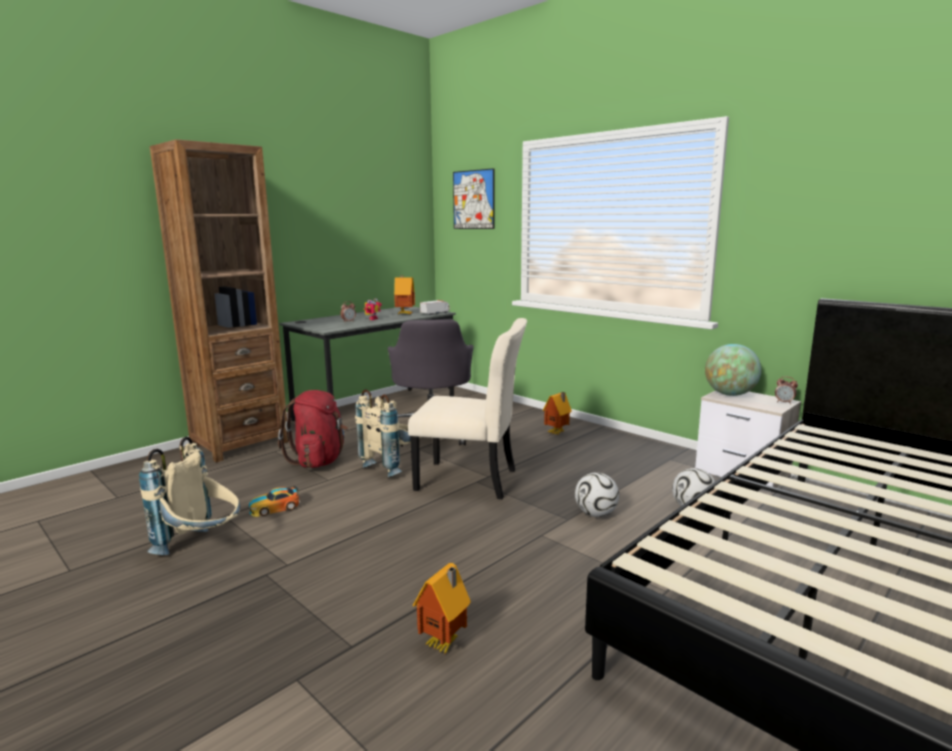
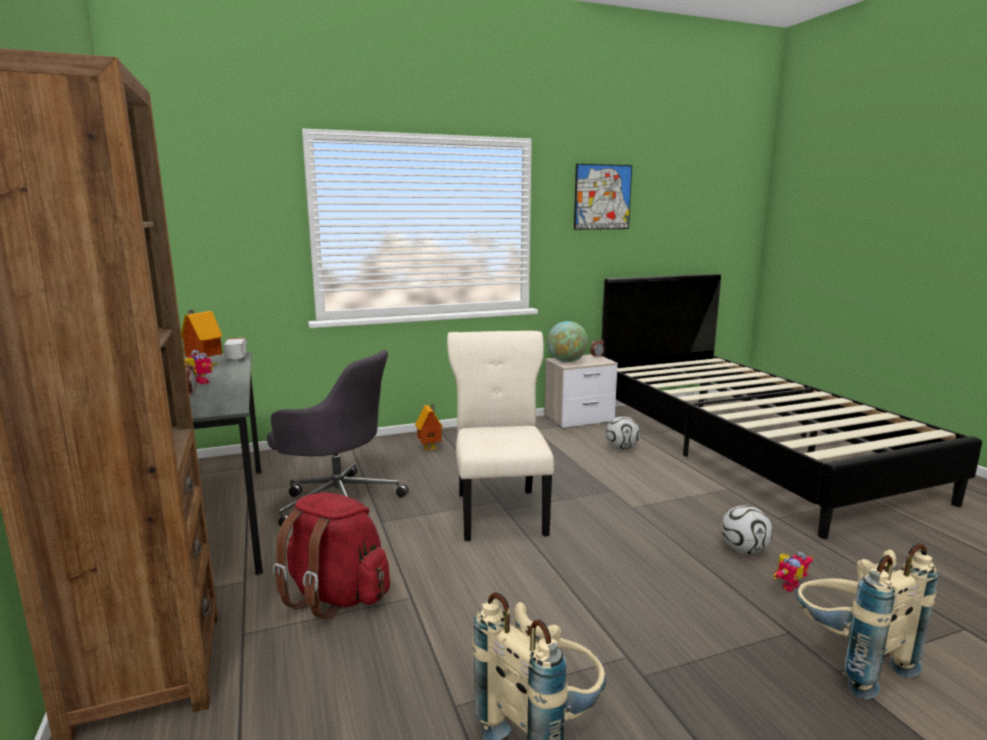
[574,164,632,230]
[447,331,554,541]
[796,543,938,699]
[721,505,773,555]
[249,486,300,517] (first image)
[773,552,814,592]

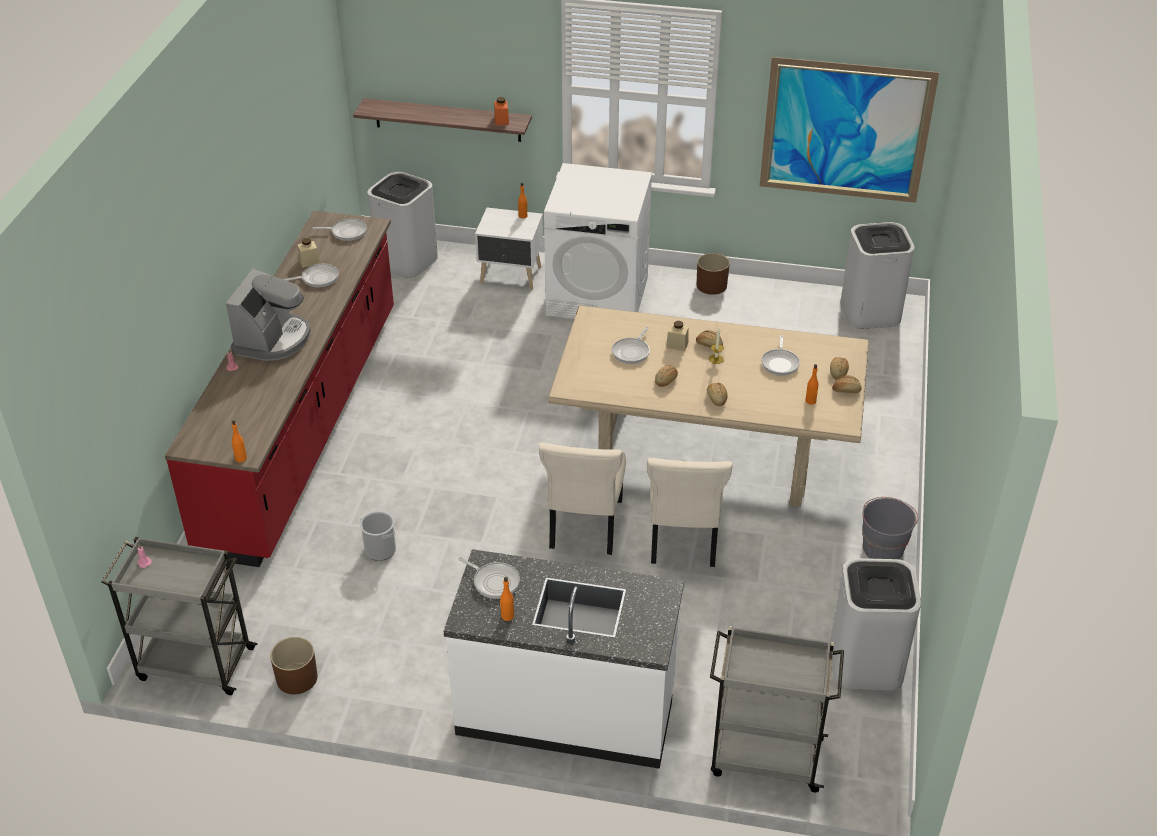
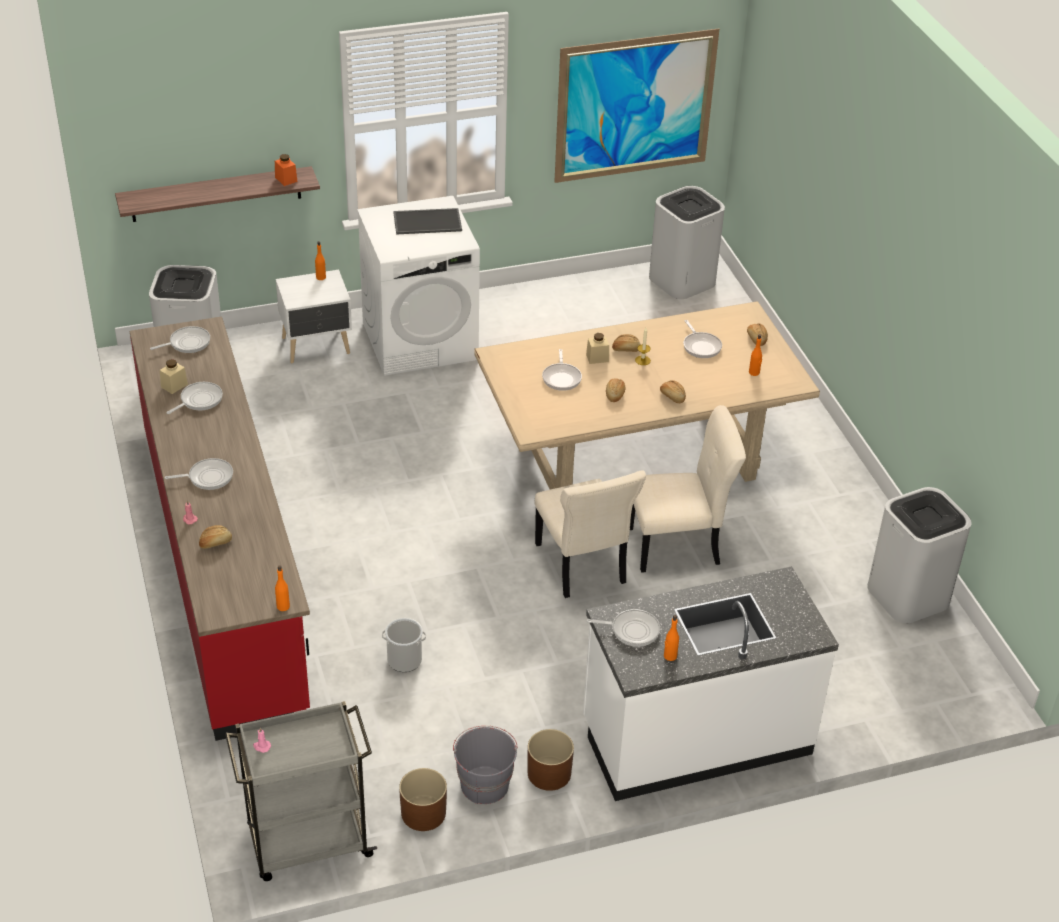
[527,729,574,791]
[165,458,233,490]
[199,525,232,549]
[630,405,746,573]
[453,726,518,804]
[710,626,844,793] (first image)
[393,208,462,234]

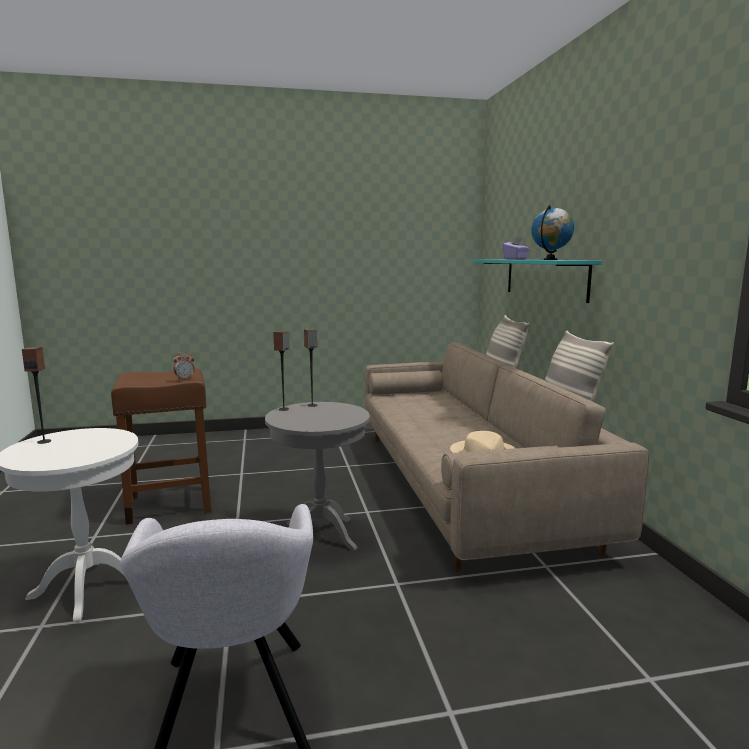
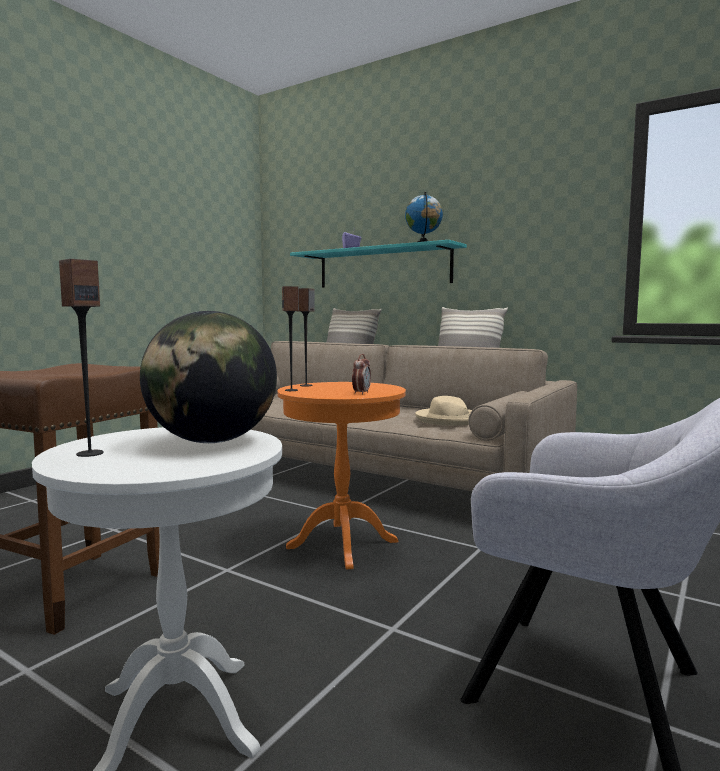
[352,354,371,395]
[277,382,406,569]
[140,311,277,443]

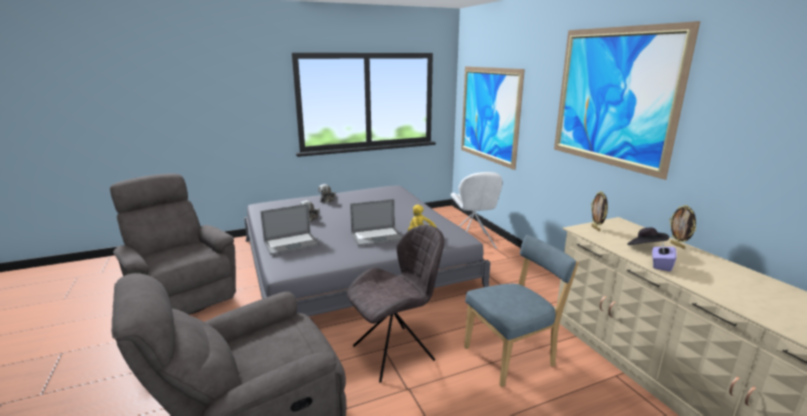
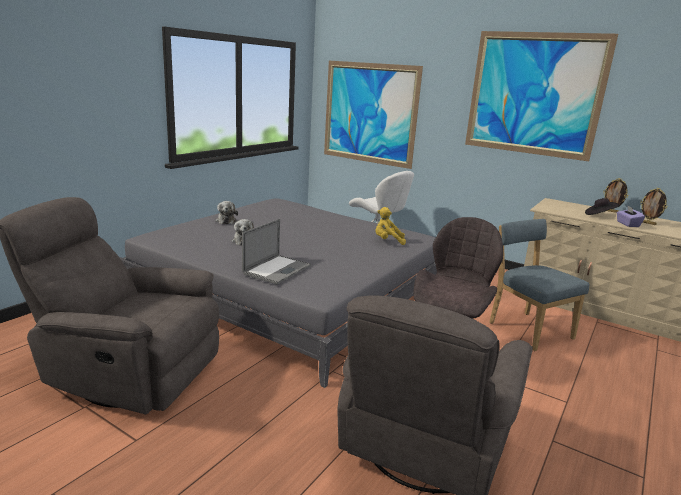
[640,188,667,225]
[350,199,402,246] (first image)
[489,219,590,351]

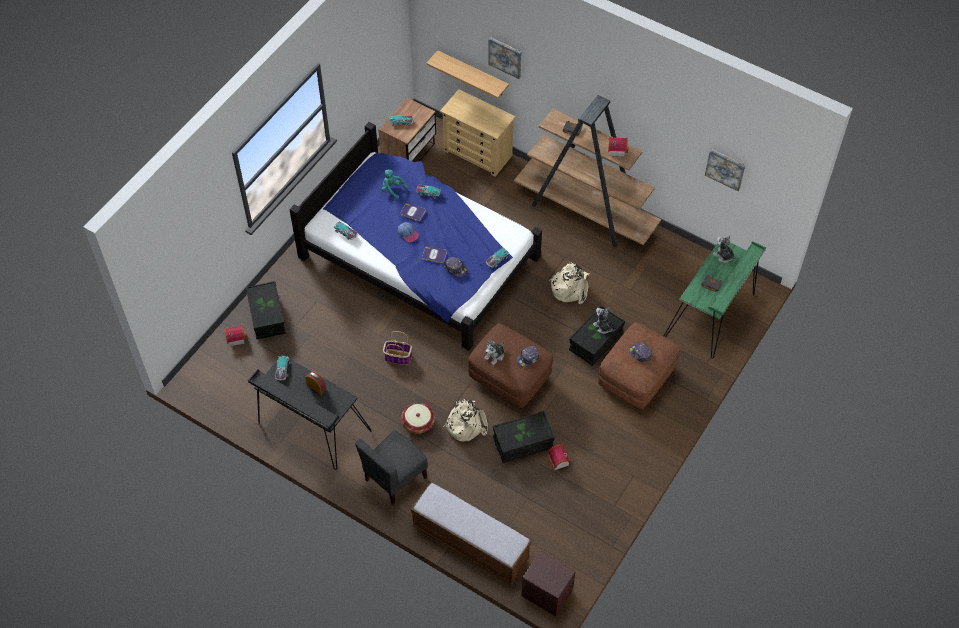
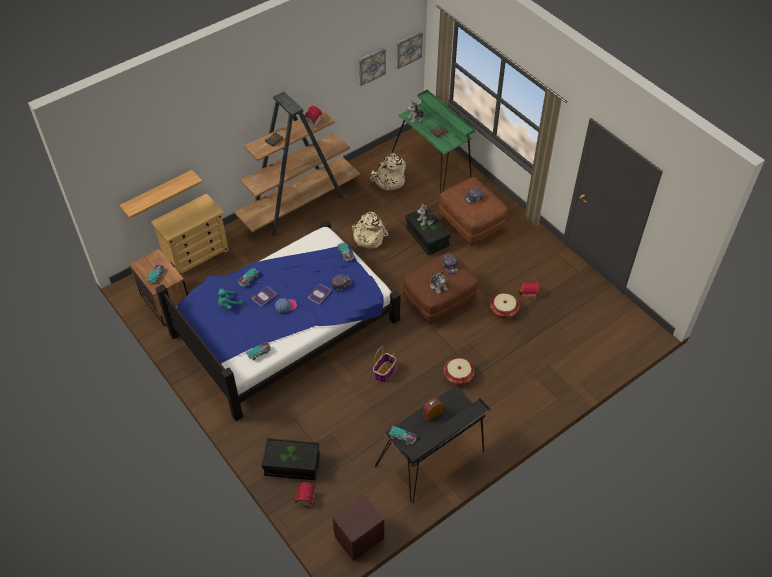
[396,31,423,69]
[370,153,406,190]
[490,293,519,319]
[355,430,428,505] (first image)
[411,483,531,585] (first image)
[333,495,384,561]

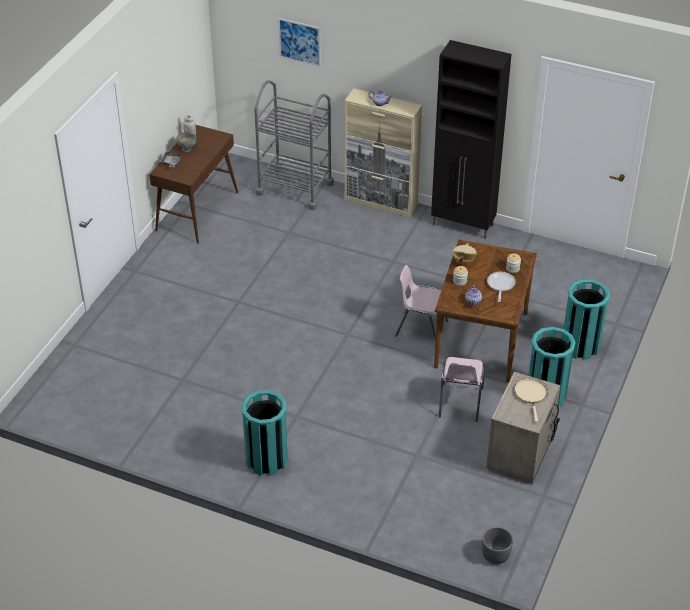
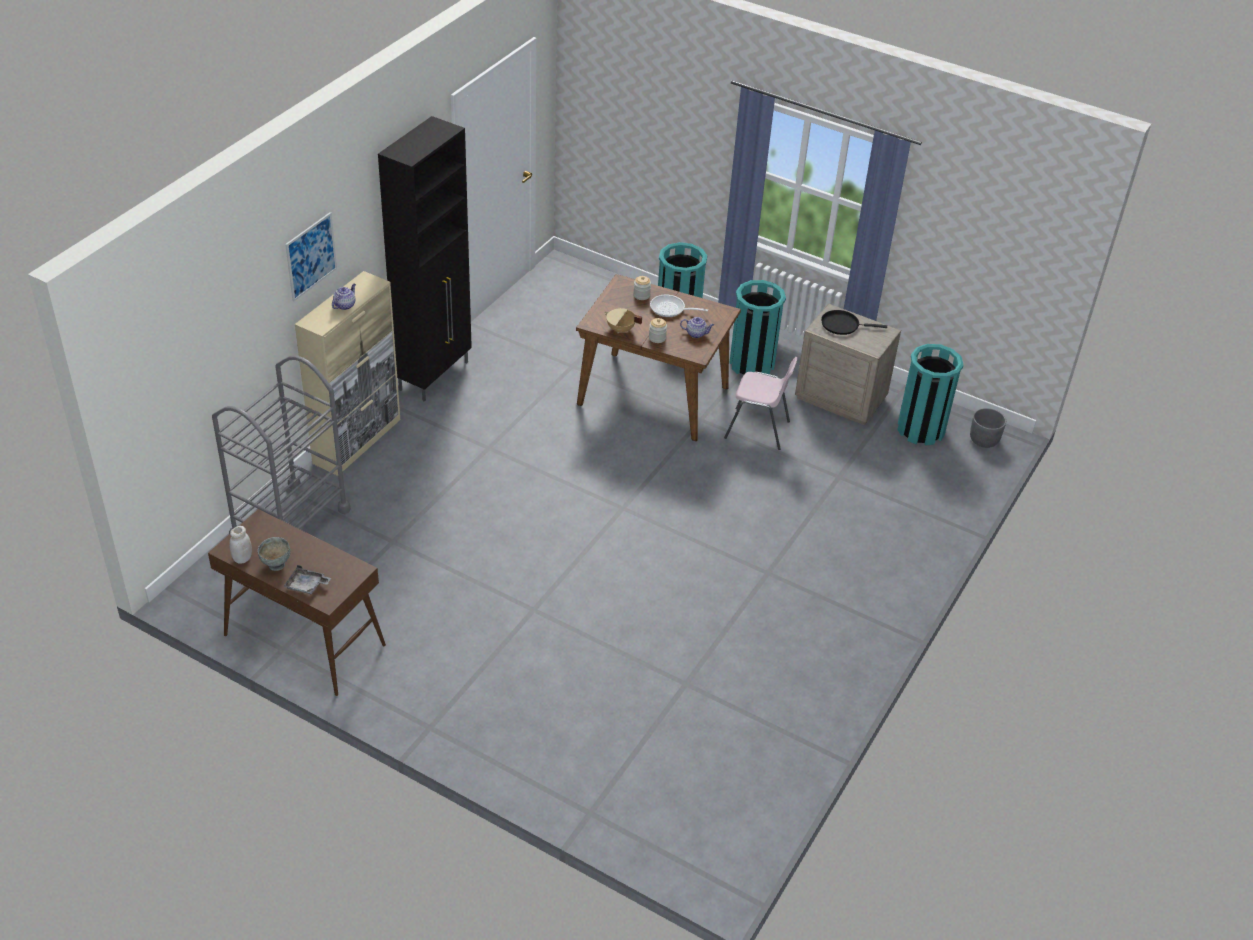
[285,212,337,301]
[395,265,448,341] (first image)
[821,310,887,335]
[897,344,963,446]

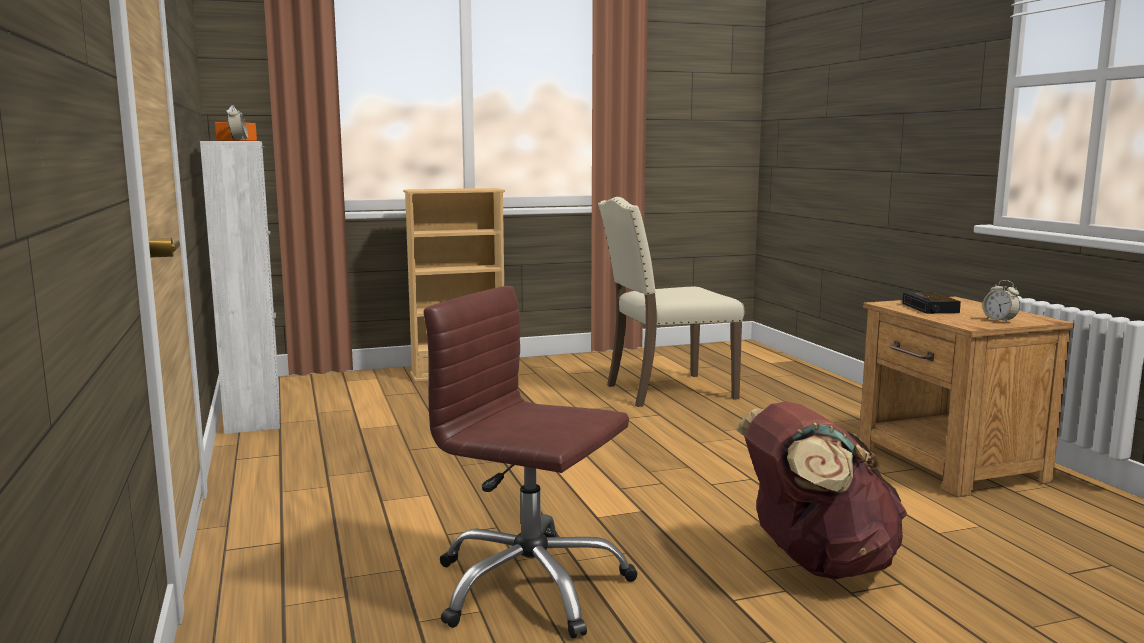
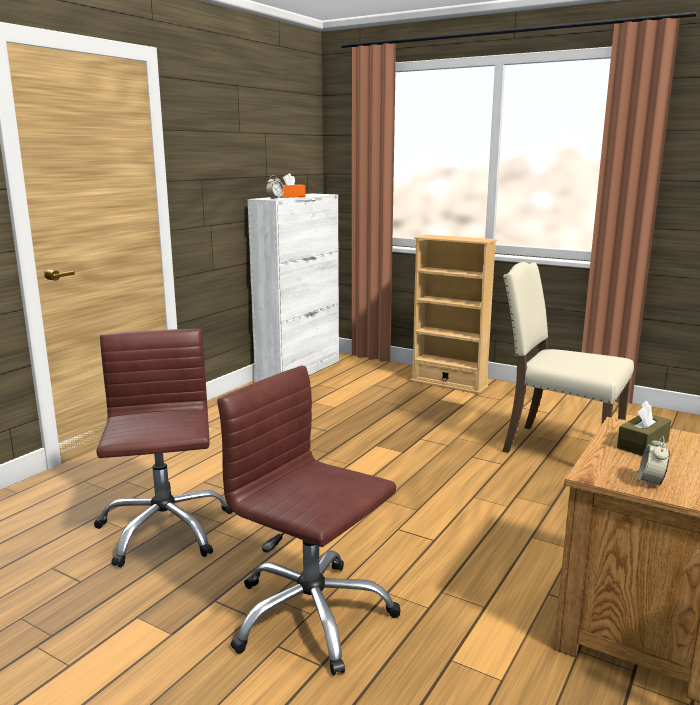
[617,400,671,456]
[217,365,401,675]

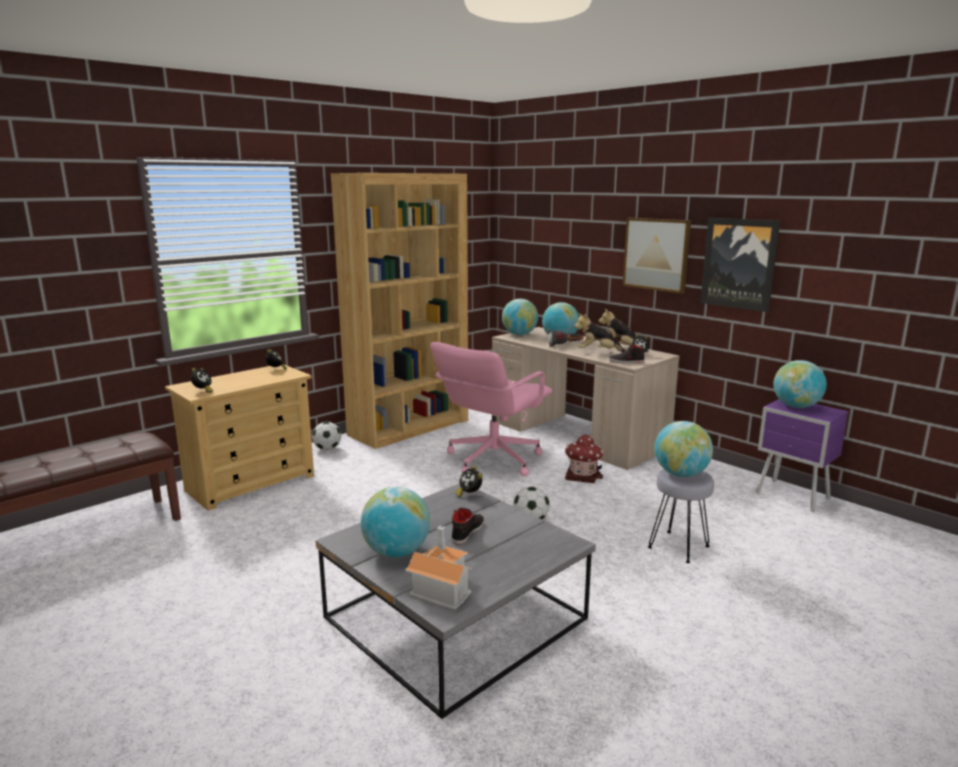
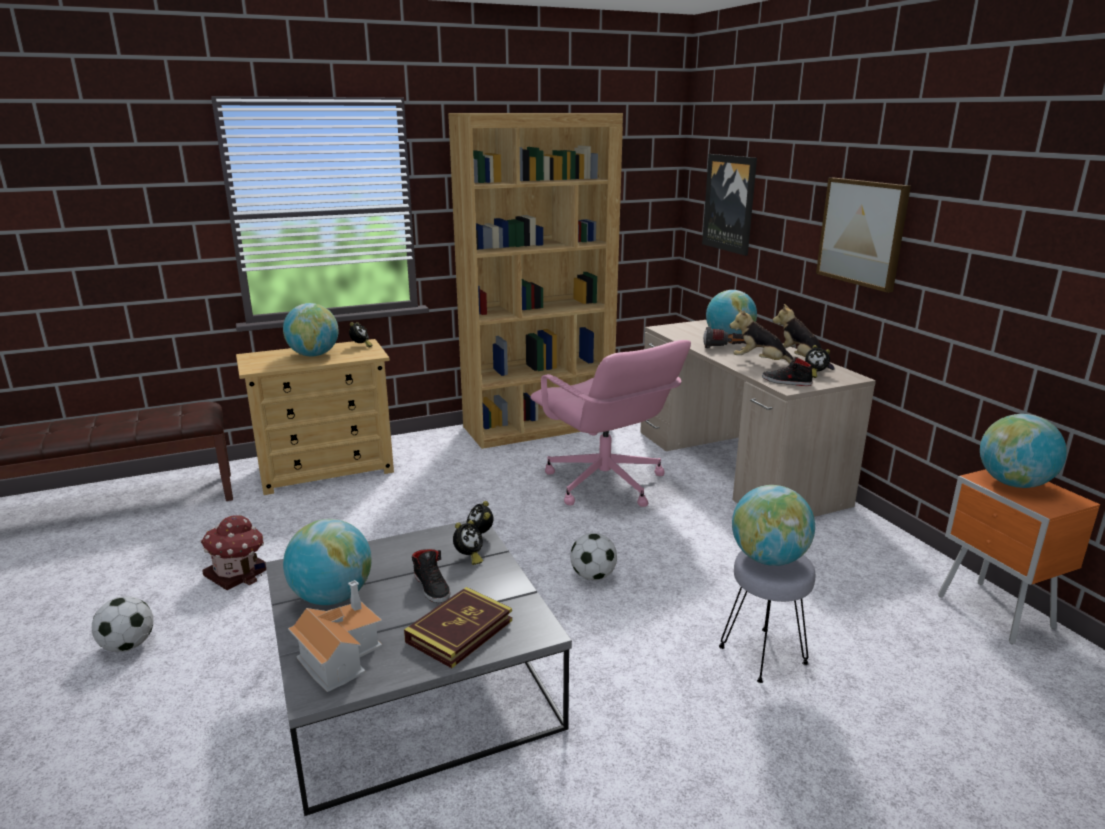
[702,154,757,256]
[283,303,339,356]
[530,340,691,507]
[453,520,483,565]
[938,469,1100,645]
[92,596,153,652]
[200,515,266,590]
[412,549,450,603]
[404,587,512,668]

